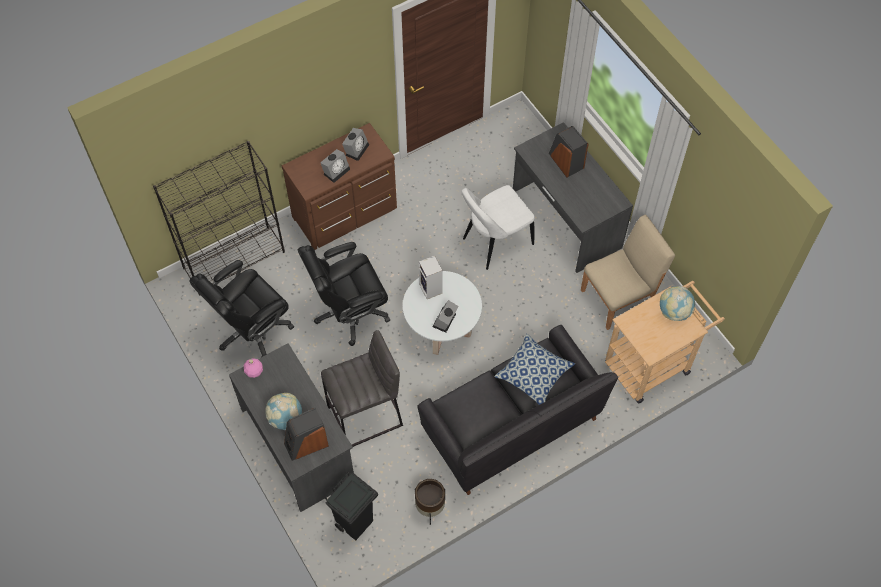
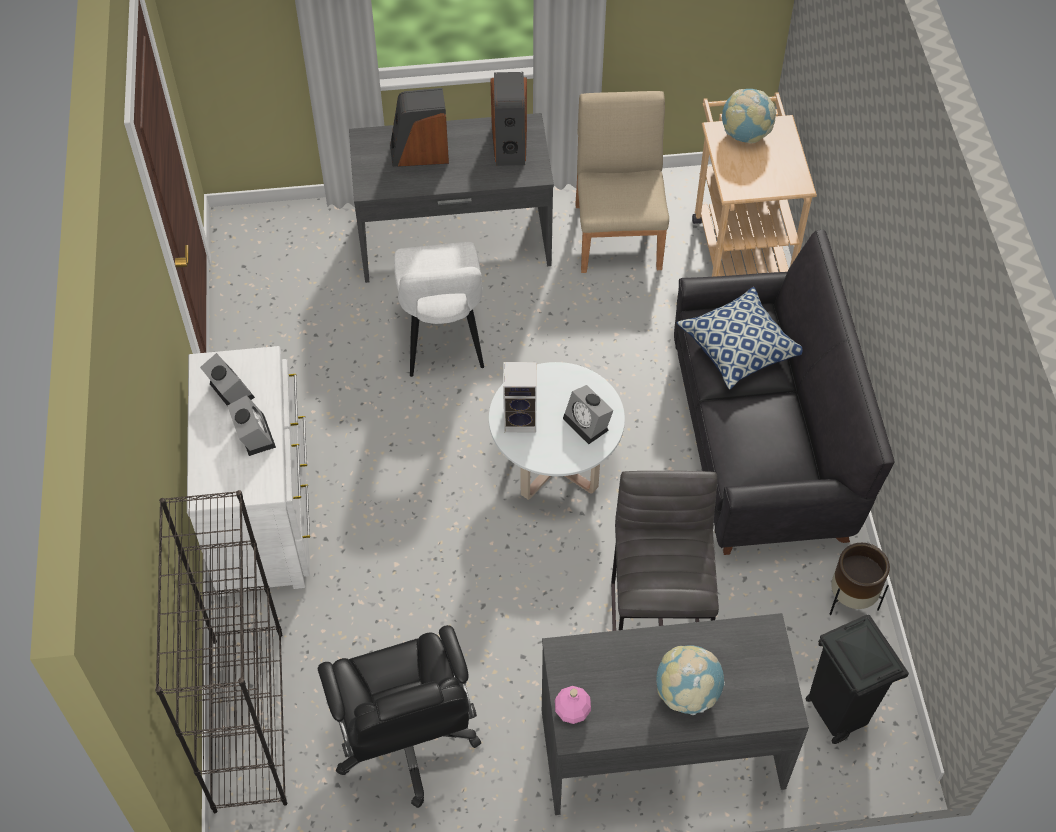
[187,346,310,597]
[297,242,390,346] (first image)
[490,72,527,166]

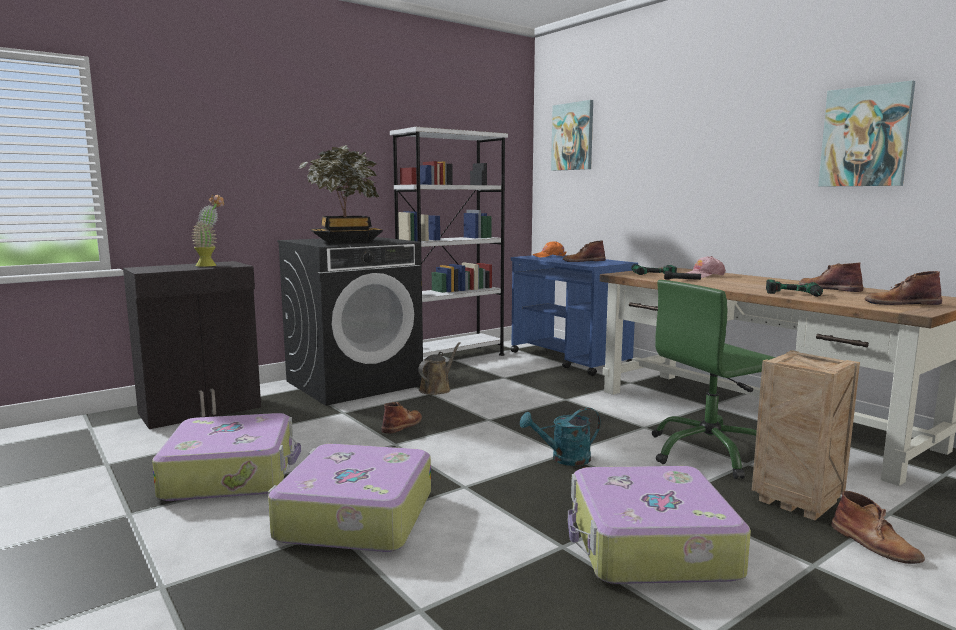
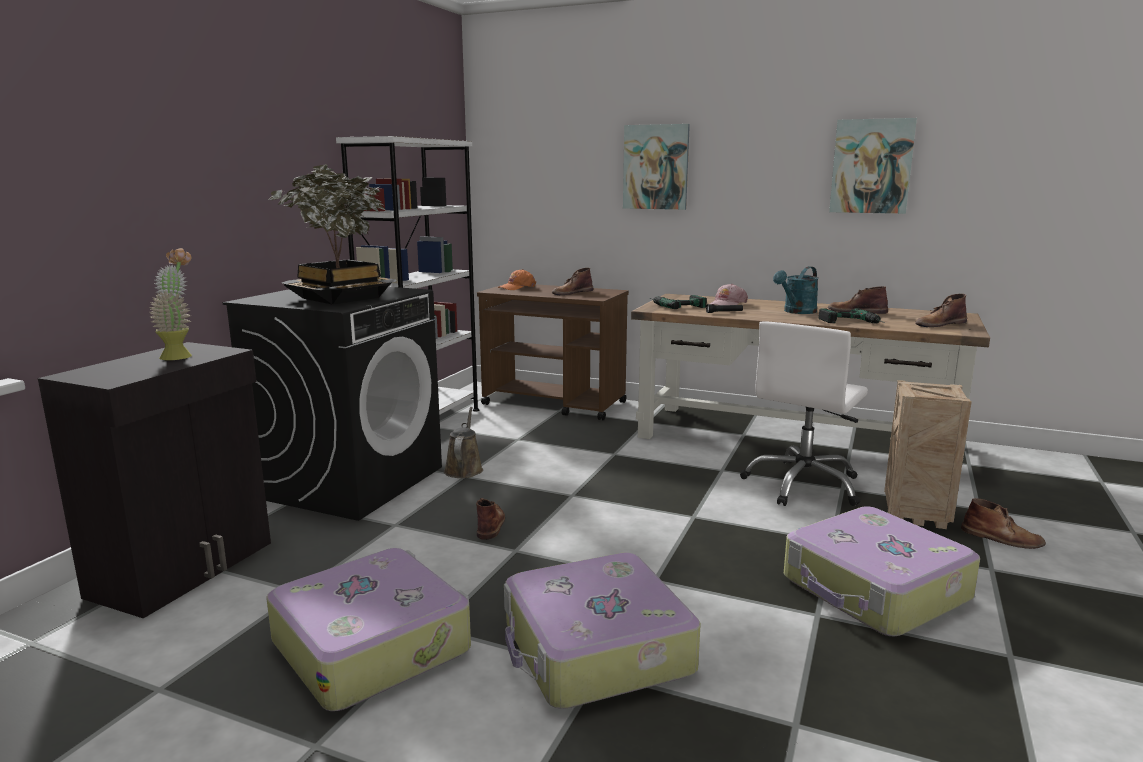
[623,124,690,210]
[477,284,629,421]
[740,321,868,506]
[773,266,819,314]

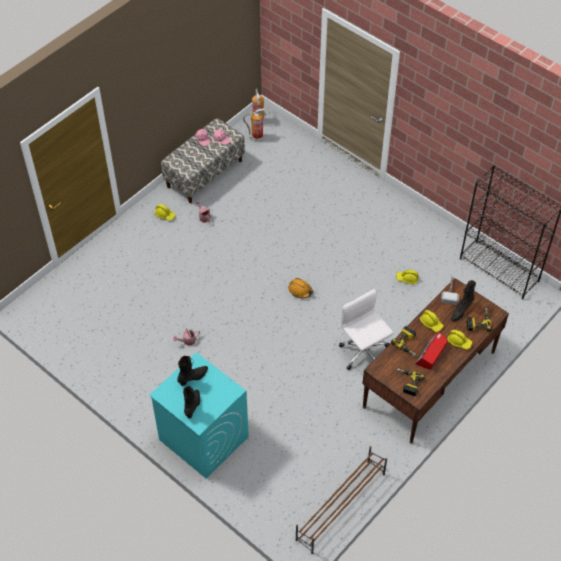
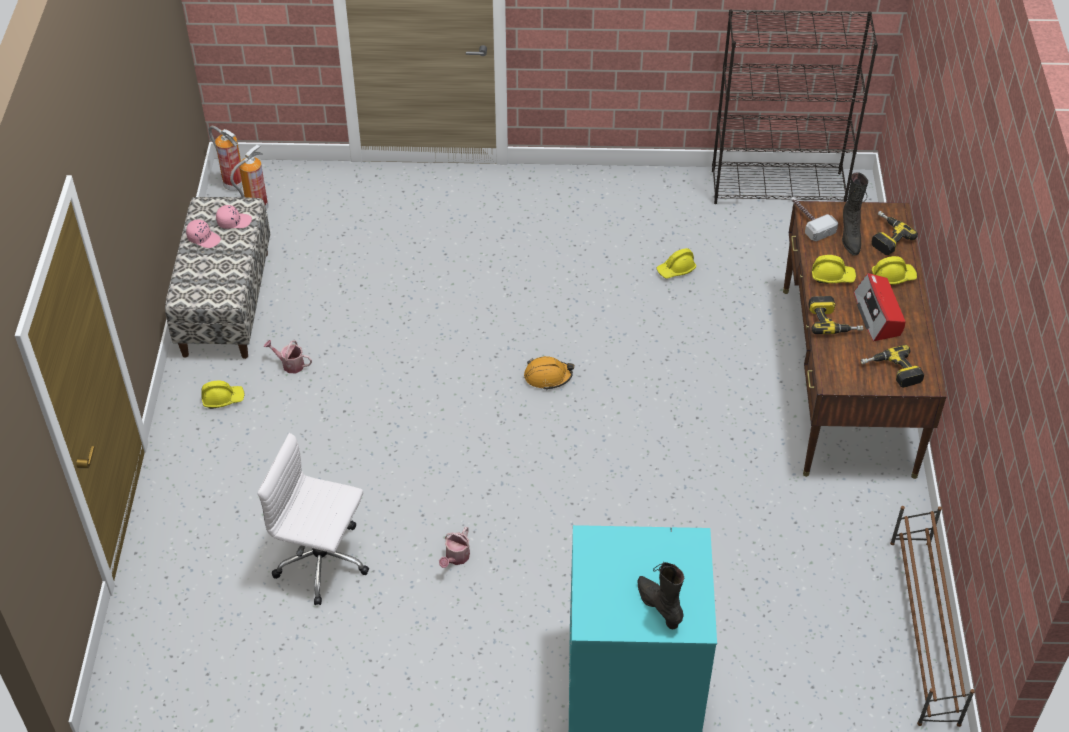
[257,433,369,605]
[177,356,208,386] (first image)

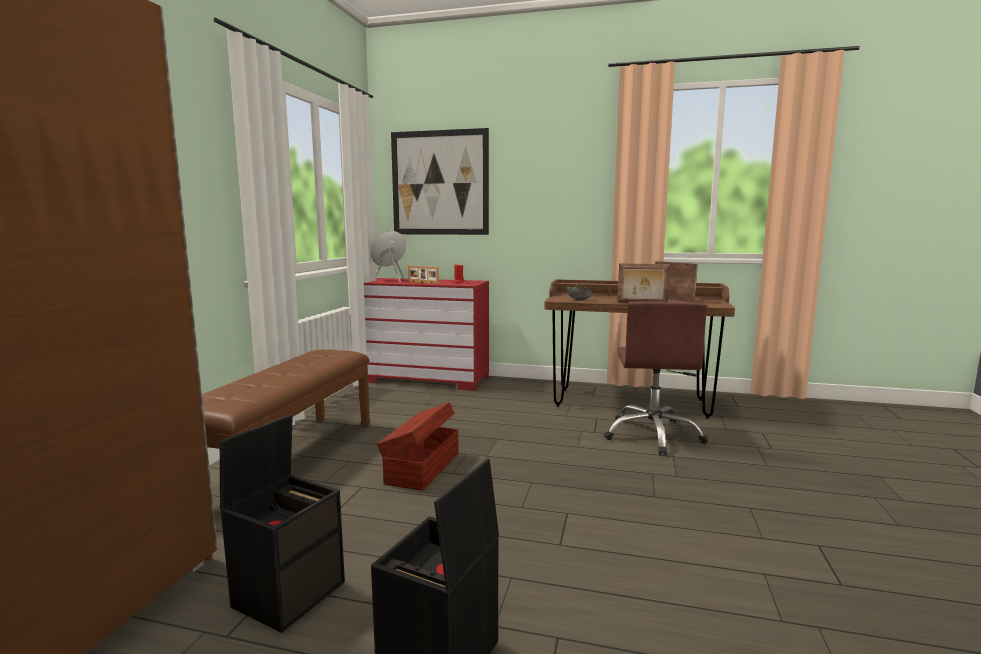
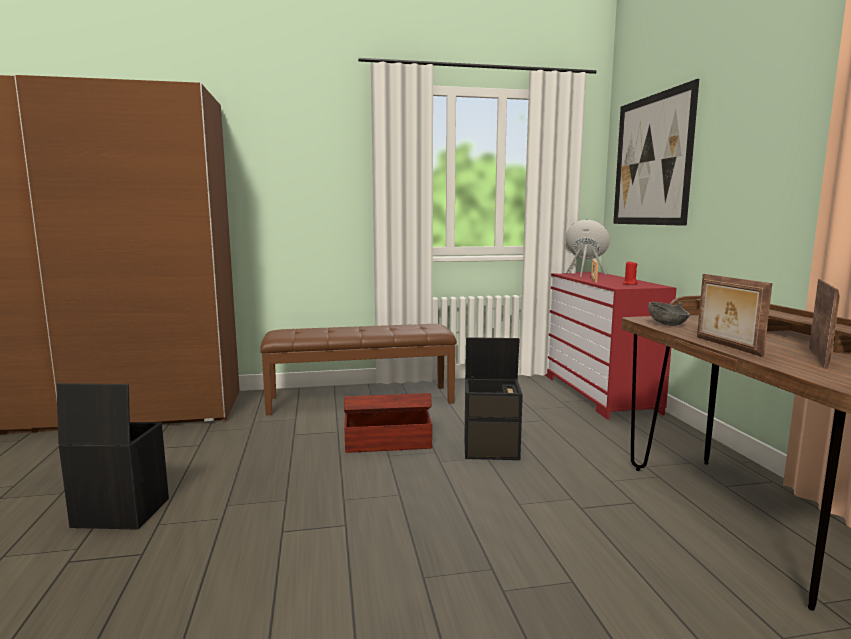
[604,301,708,455] (first image)
[464,337,523,460]

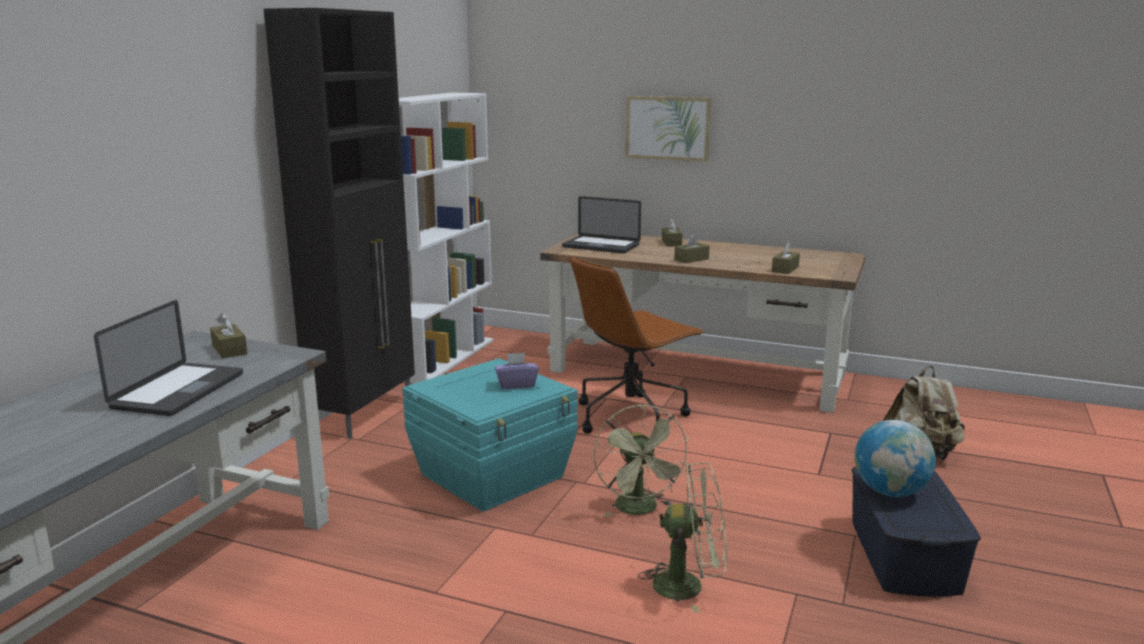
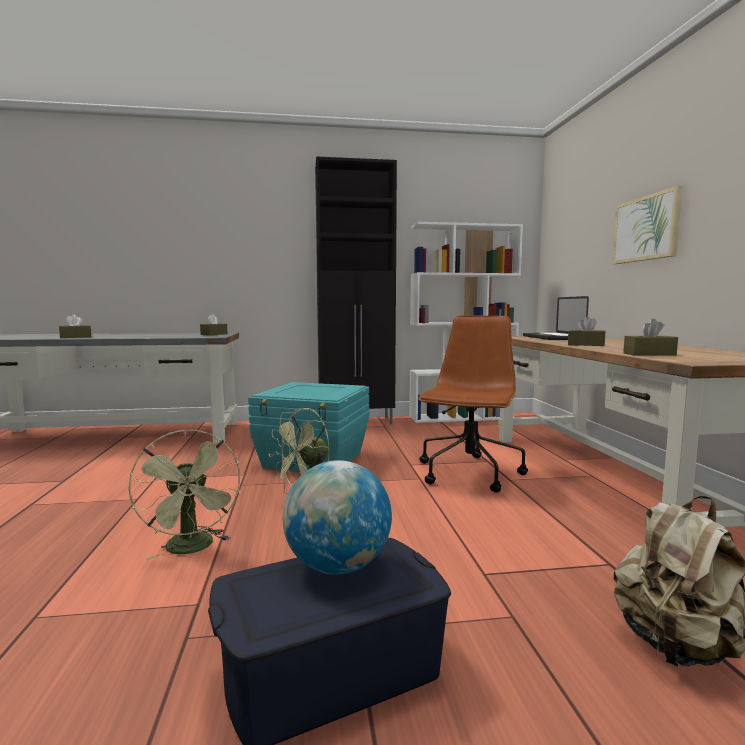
[59,314,91,338]
[418,315,528,493]
[94,300,243,416] (first image)
[495,353,539,389] (first image)

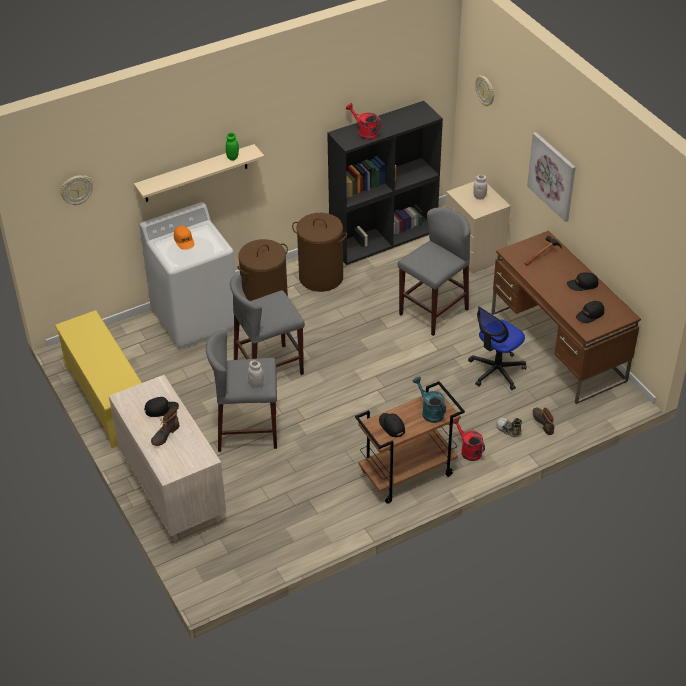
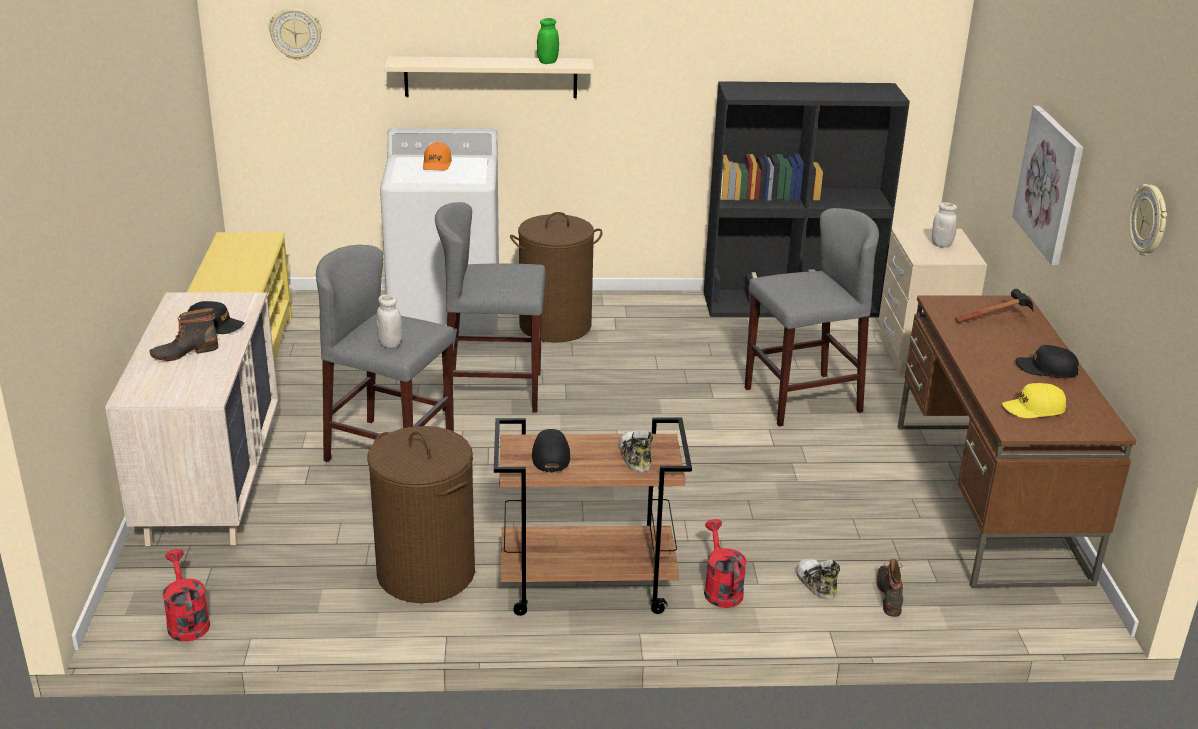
[1129,184,1167,256]
[162,549,210,641]
[367,426,475,603]
[1002,383,1067,418]
[468,306,526,390] (first image)
[619,430,653,472]

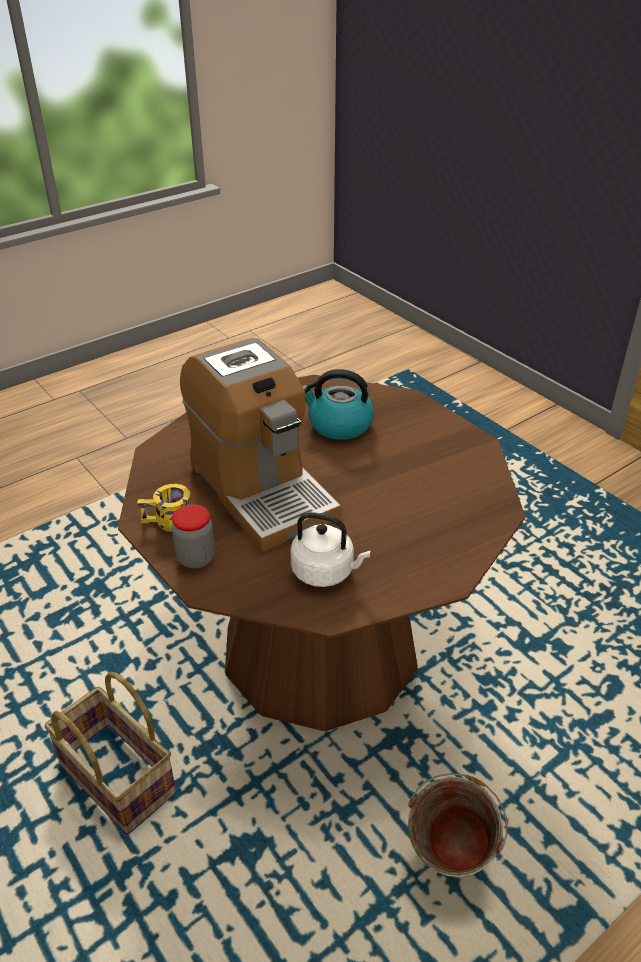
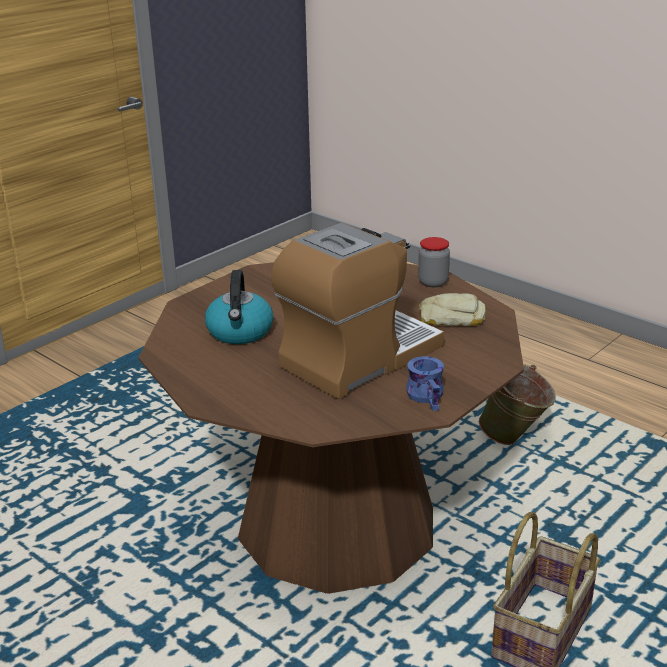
[406,356,444,411]
[418,237,450,287]
[419,293,486,326]

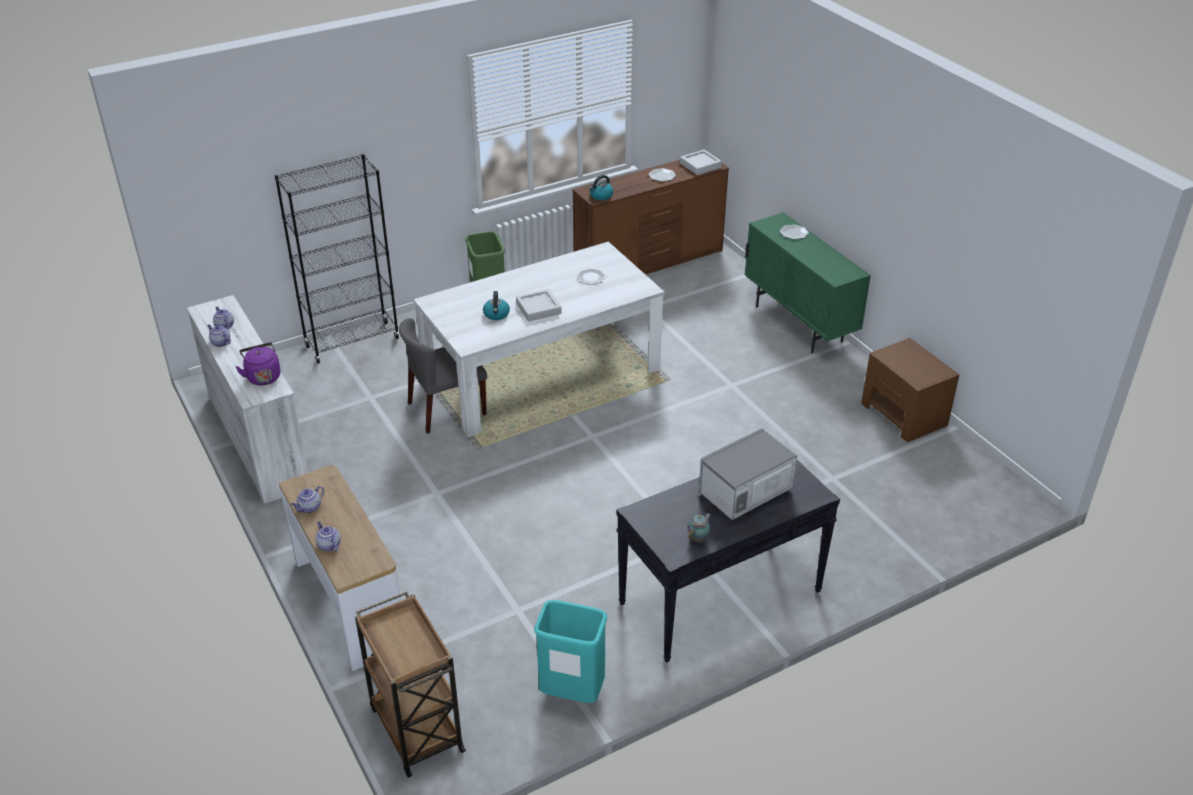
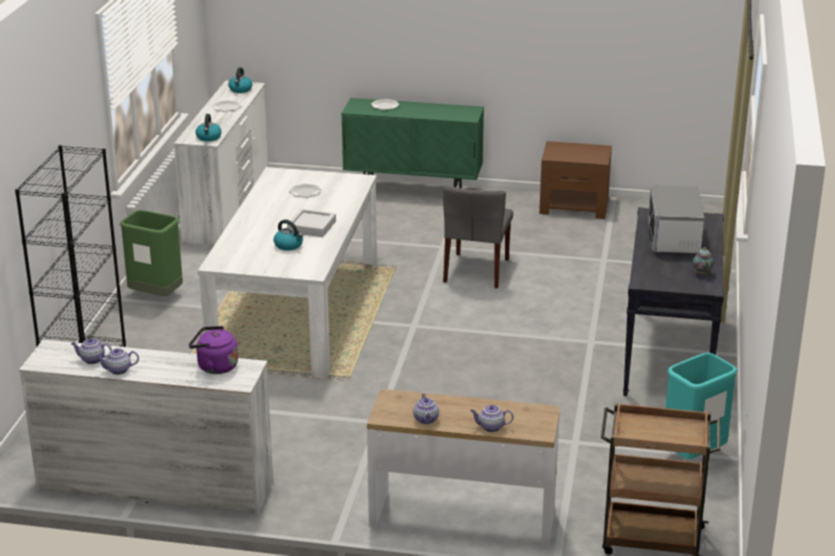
[228,67,252,93]
[174,80,269,245]
[443,185,513,288]

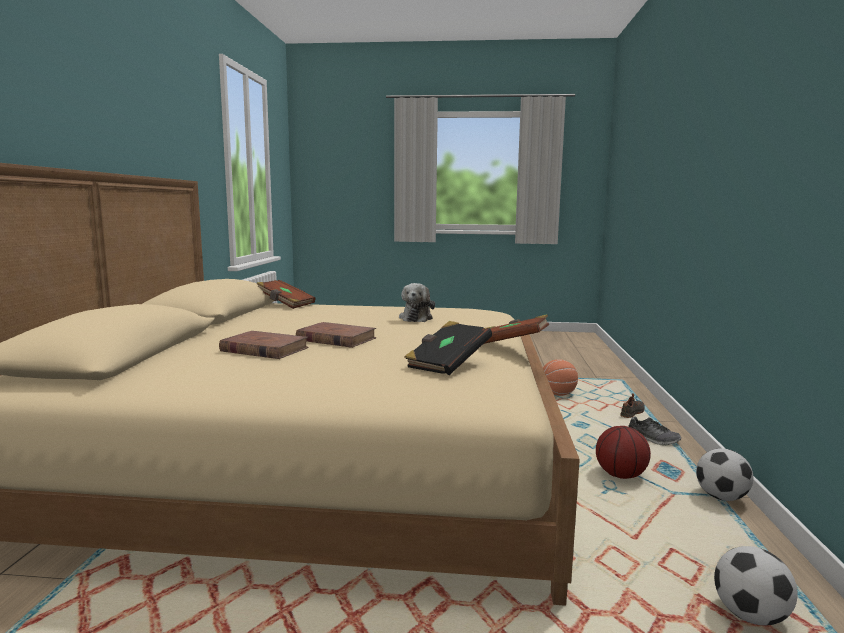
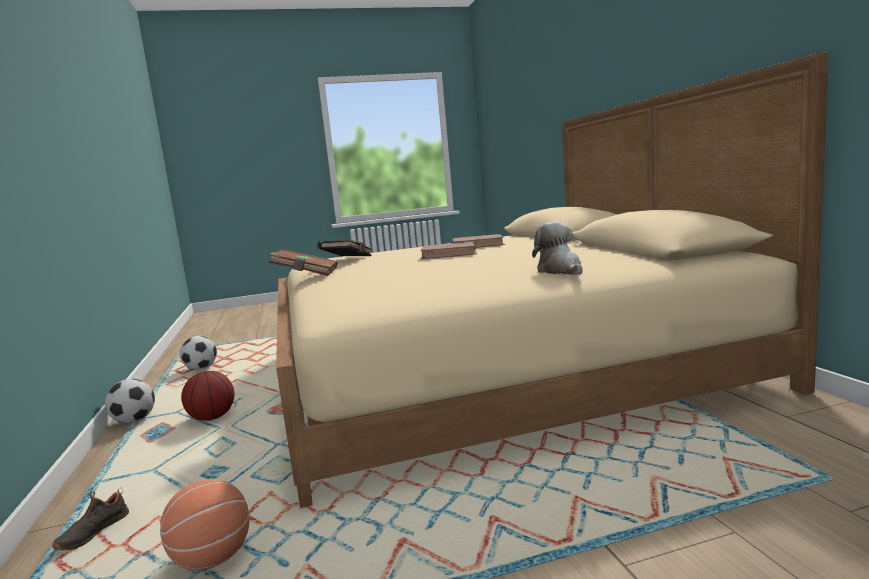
[256,280,316,309] (first image)
[532,222,582,275]
[629,416,681,446] (first image)

